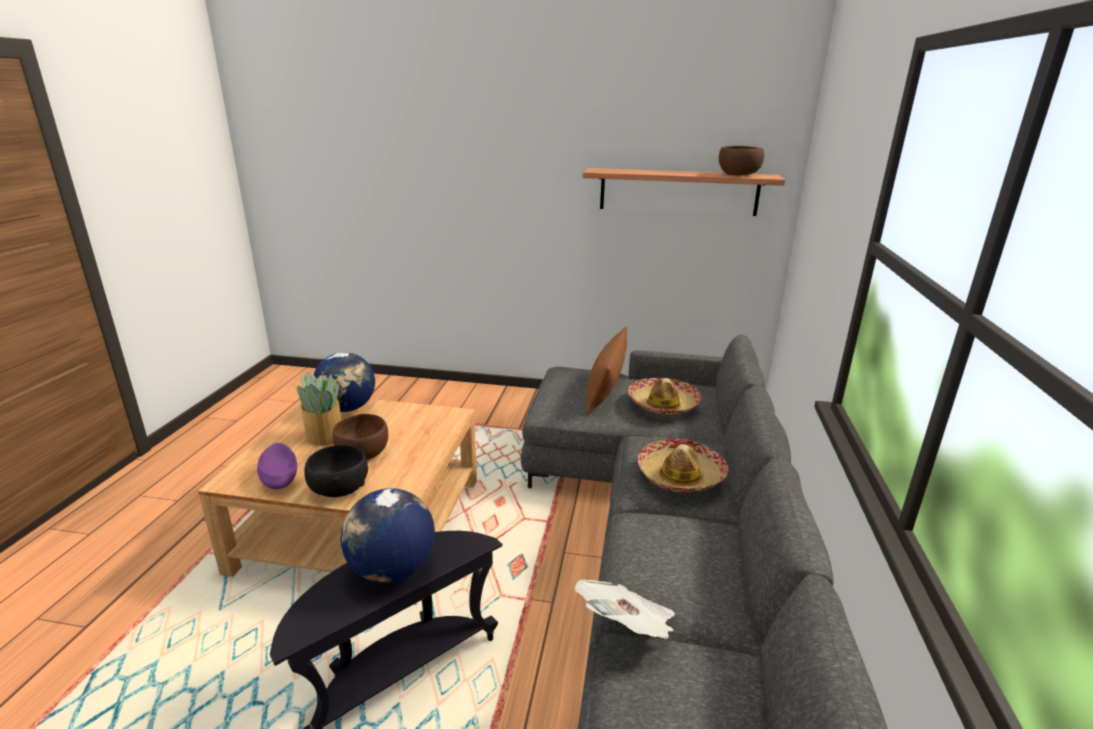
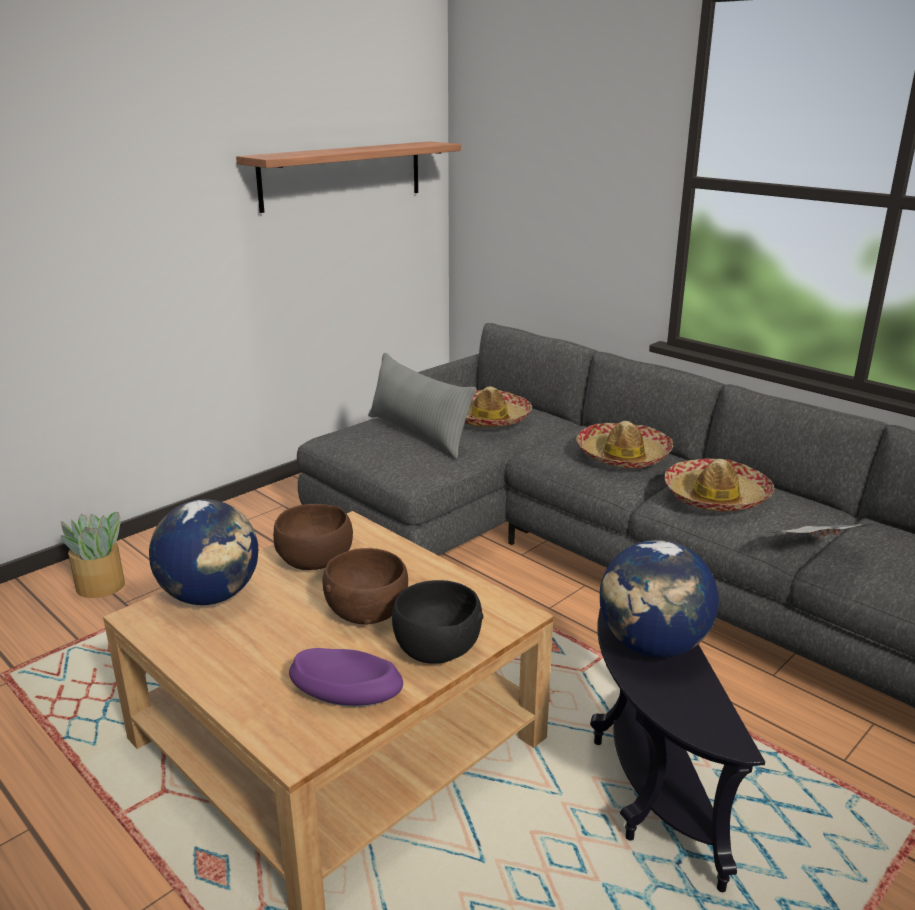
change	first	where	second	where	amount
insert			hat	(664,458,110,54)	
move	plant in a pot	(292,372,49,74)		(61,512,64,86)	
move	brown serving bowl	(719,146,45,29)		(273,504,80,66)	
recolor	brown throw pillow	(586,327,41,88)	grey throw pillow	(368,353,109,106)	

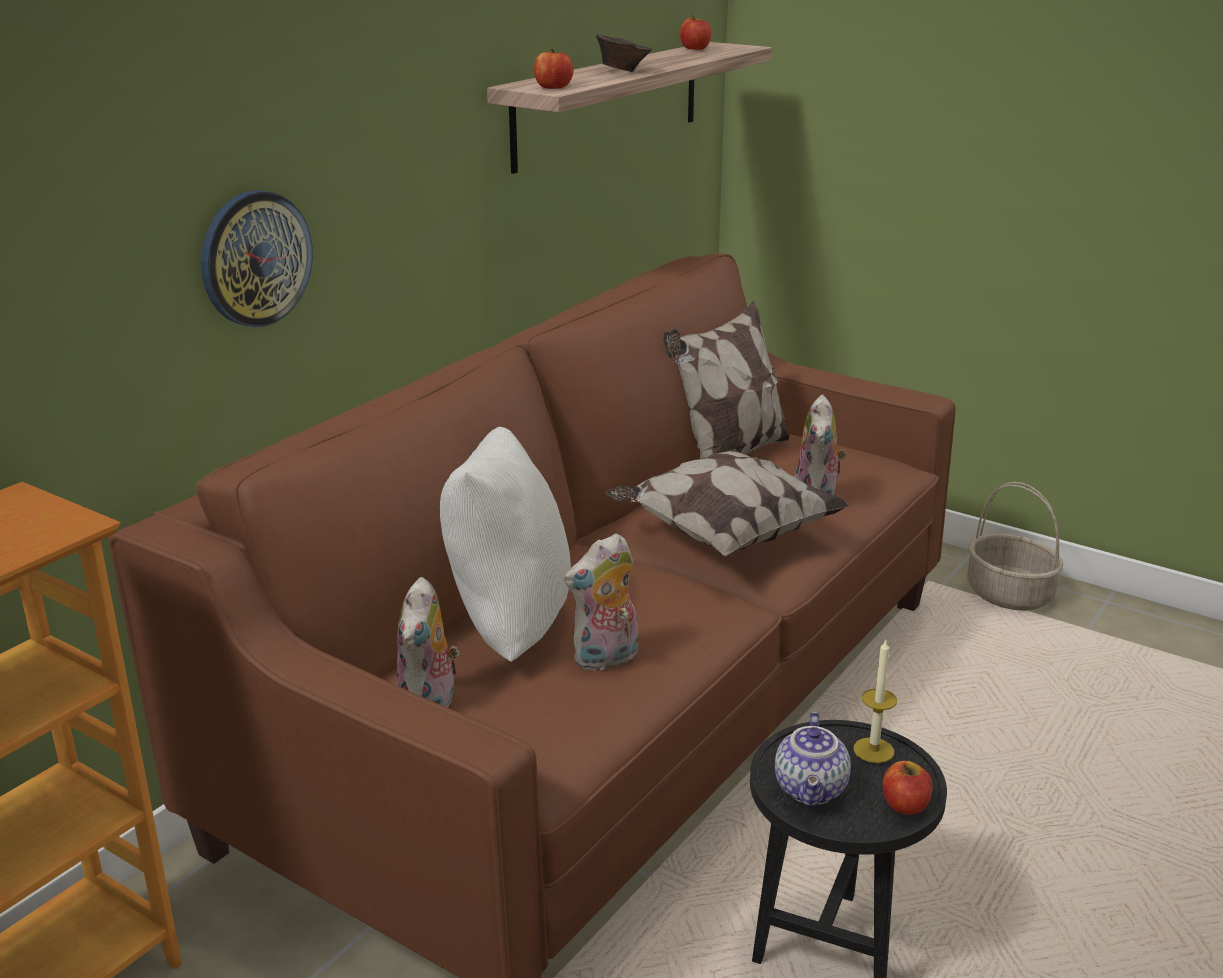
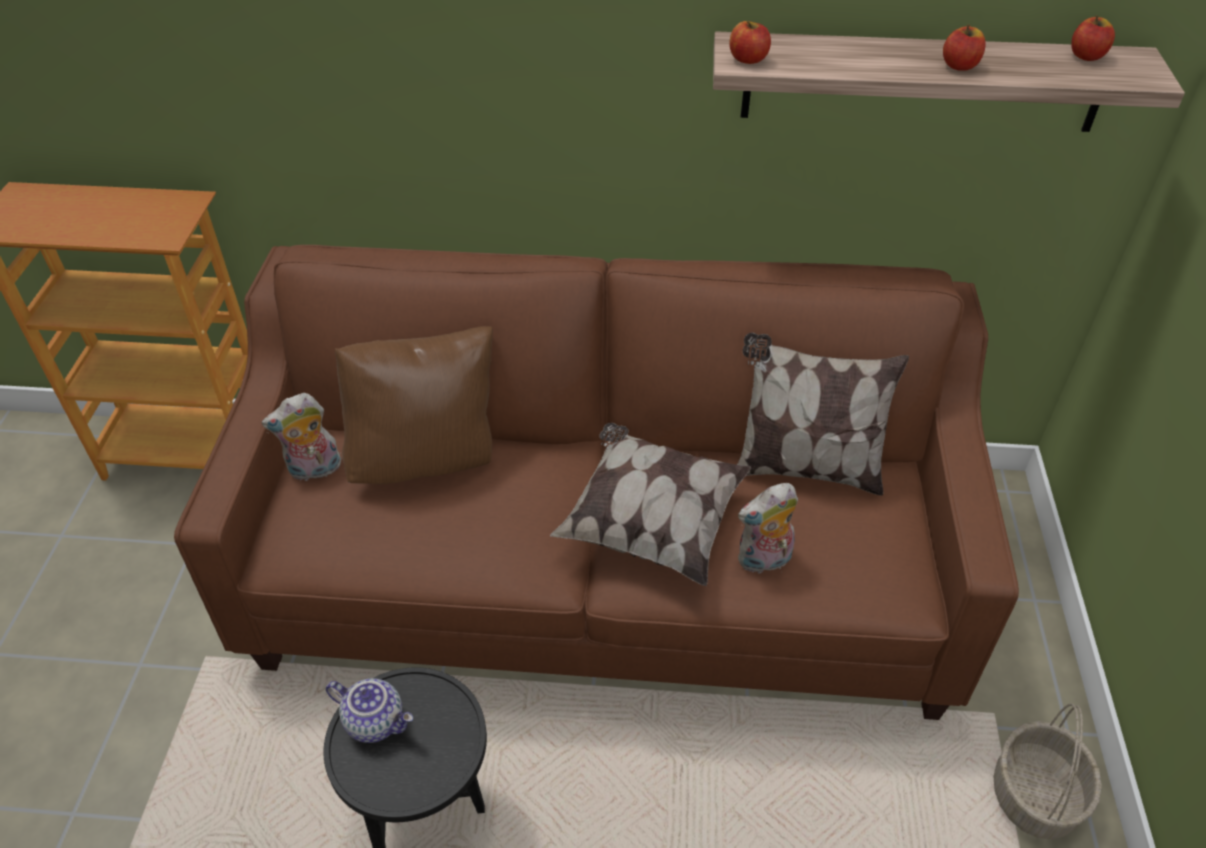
change	first	where	second	where	amount
delete	hanging clock	(201,190,112,137)			
delete	plush toy	(564,533,74,139)			
delete	brown serving bowl	(596,35,56,37)			
delete	wax candle	(854,640,43,123)			
move	whole apple	(883,761,50,54)		(943,24,43,47)	
recolor	white-coloured throw pillow	(440,427,131,235)	brown throw pillow	(335,326,158,158)	
rotate	pot for tea	(775,711,76,96)		(326,678,87,65)	135 degrees counterclockwise

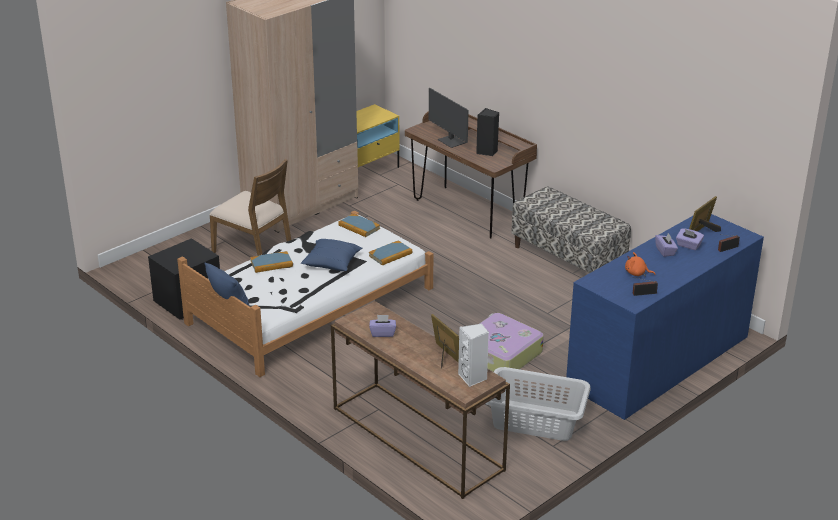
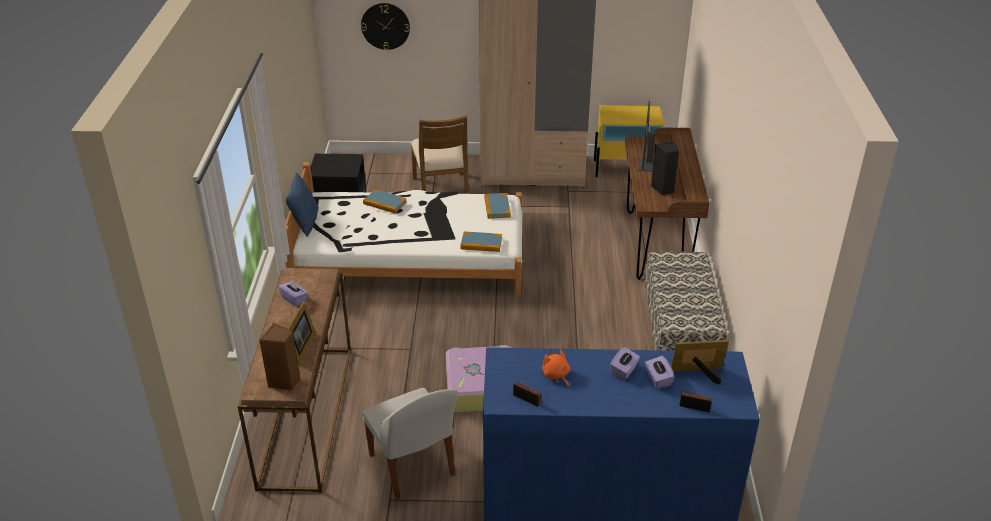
change	first	where	second	where	amount
delete	bluish throw pillow	(301,239,61,32)			
insert			hanging clock	(361,3,49,47)	
replace	grey laundry basket	(485,367,106,74)	white-coloured plain chair	(362,388,96,112)	
recolor	white-coloured loudspeaker	(458,323,31,64)	brown loudspeaker	(259,323,42,67)	

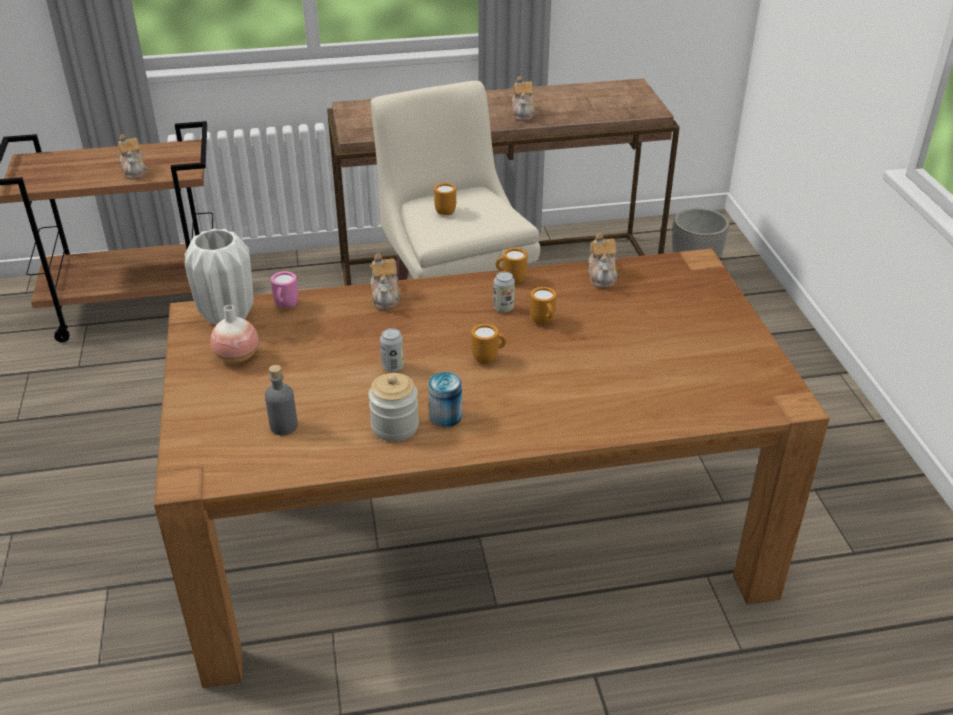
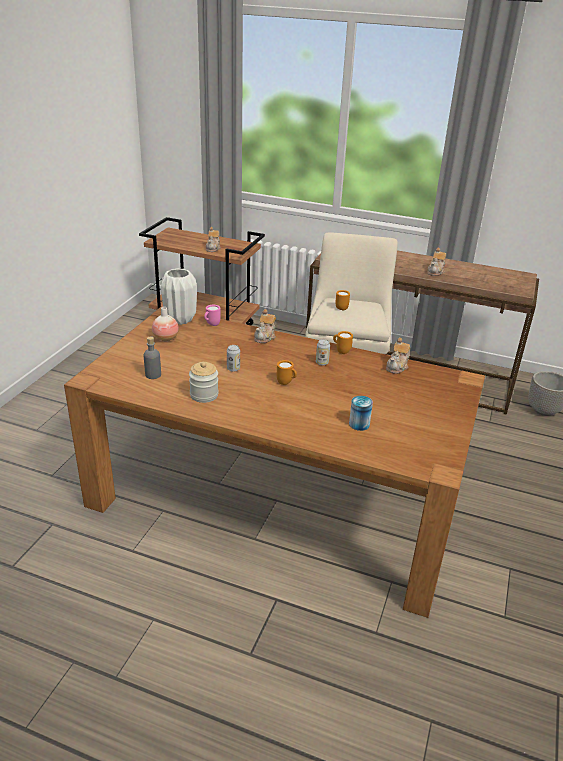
change	first	where	second	where	amount
delete	orangey coffee mug	(530,287,26,37)			
move	metal can	(428,372,34,55)		(349,396,24,35)	

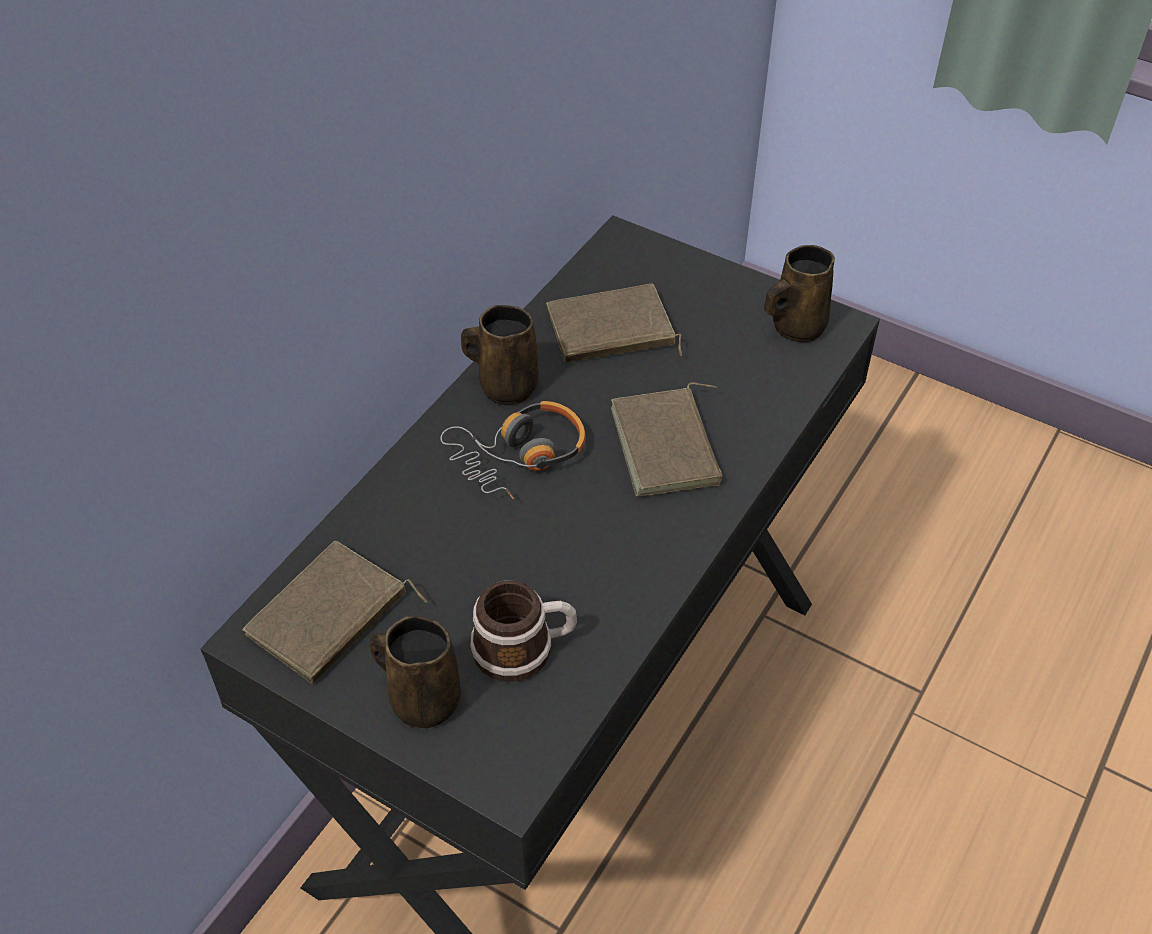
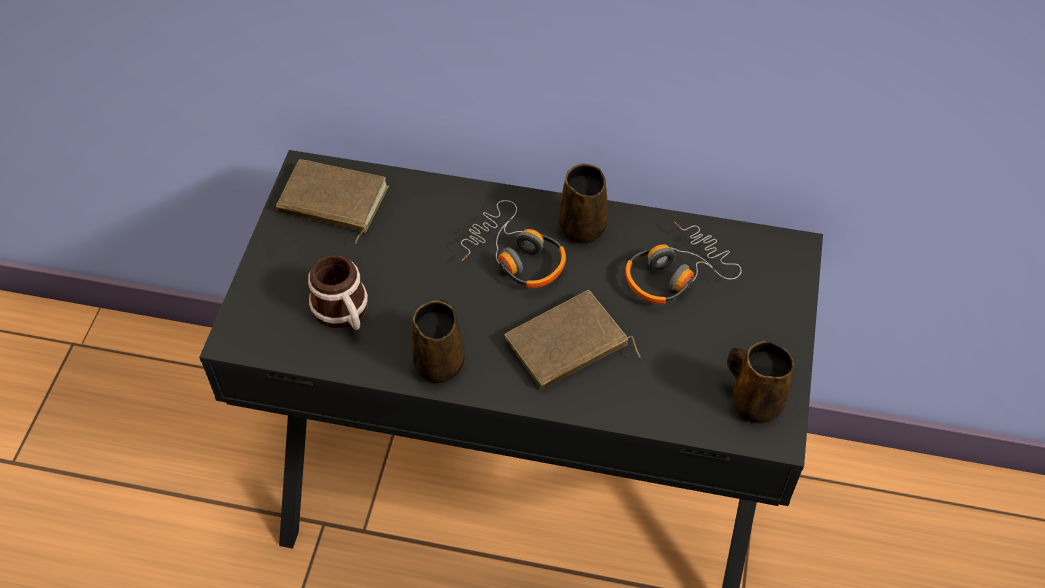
change	first	where	second	where	amount
move	brown coffee mug	(369,615,92,113)		(412,300,53,84)	
replace	brown book	(546,284,136,79)	headphones	(625,221,117,83)	

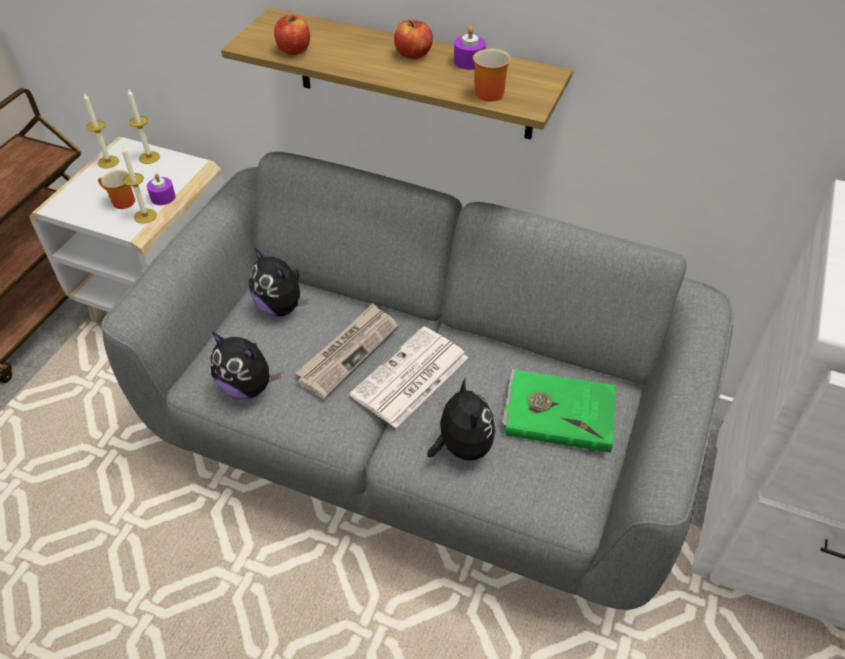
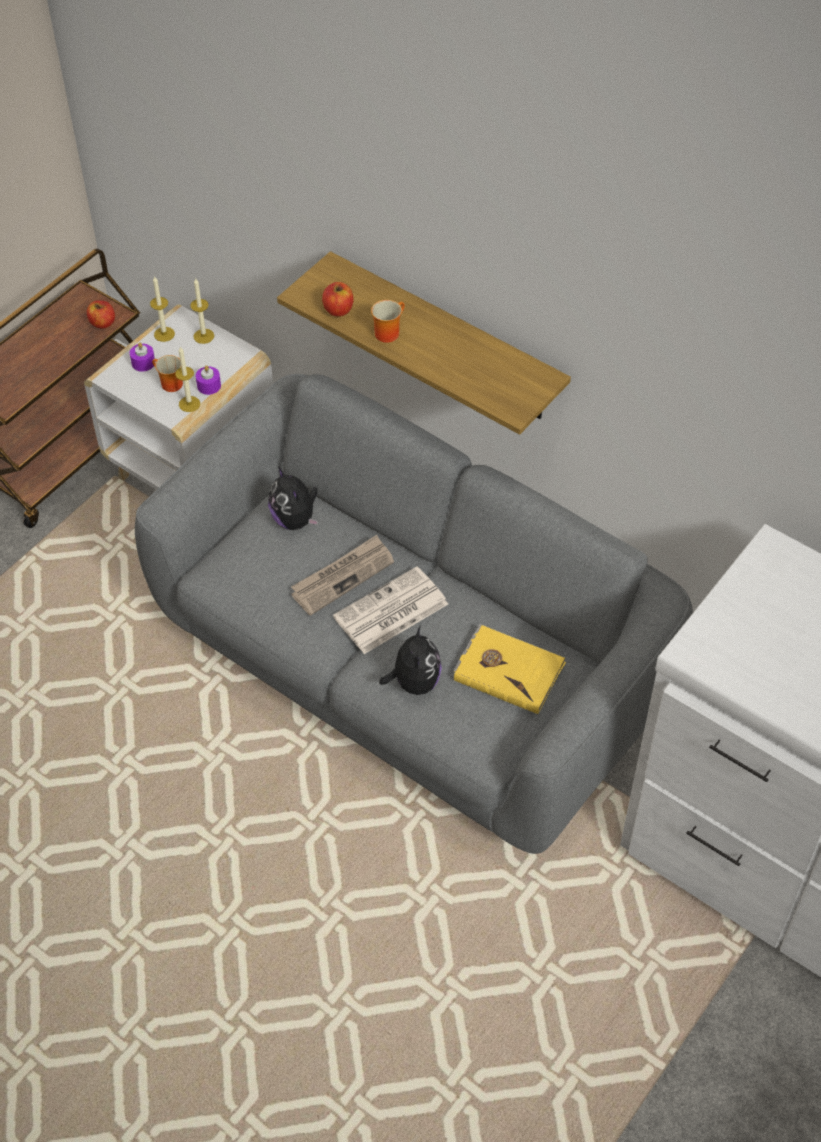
change	first	where	second	where	amount
delete	plush toy	(211,332,70,67)			
move	whole apple	(394,20,39,39)		(87,300,28,29)	
move	purple-coloured wax candle	(454,26,32,44)		(130,343,25,29)	
move	coffee mug	(473,49,38,53)		(371,300,34,43)	
recolor	greenish book	(502,369,114,83)	yellowish book	(454,624,112,90)	

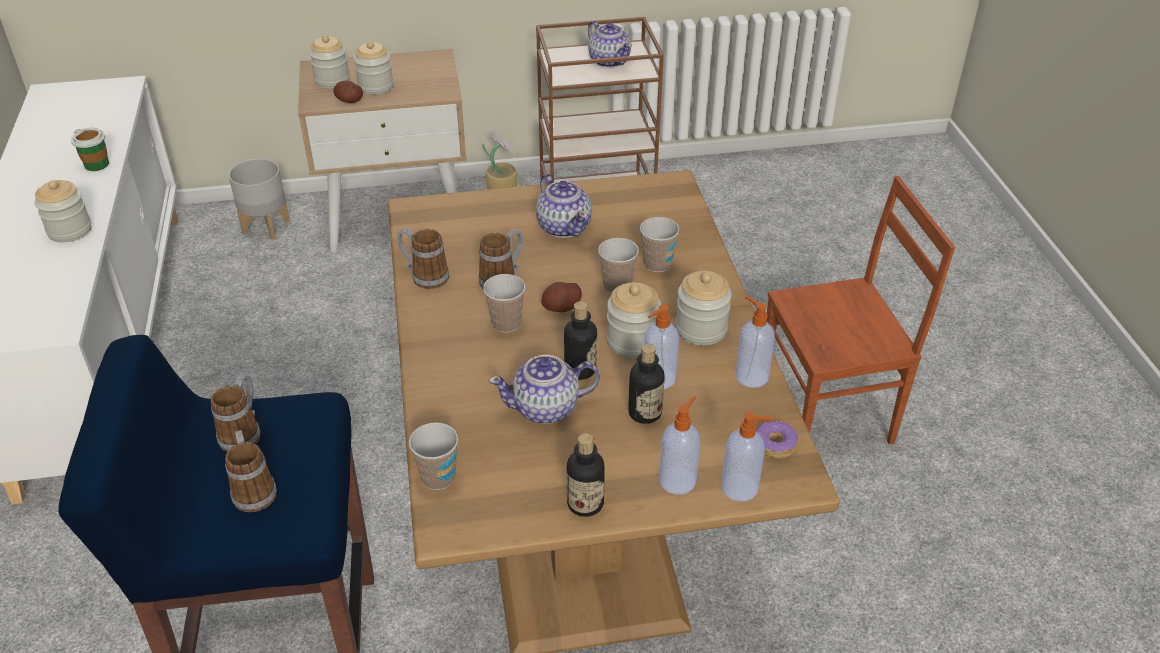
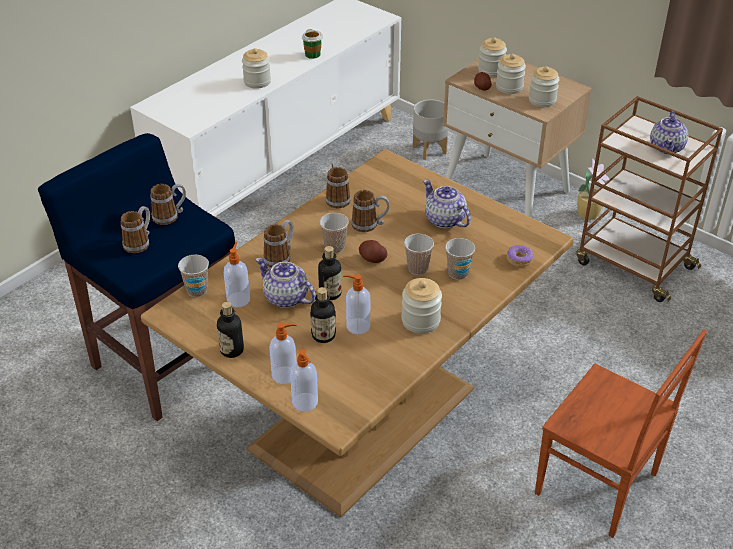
change	first	where	second	where	amount
insert			coffee mug	(263,220,31,47)	
move	jar	(607,282,54,76)		(529,66,31,41)	
move	soap bottle	(735,296,40,92)		(224,242,26,65)	
move	doughnut	(756,420,42,38)		(507,245,27,22)	
rotate	pot for tea	(536,174,56,64)		(423,180,48,48)	120 degrees clockwise

